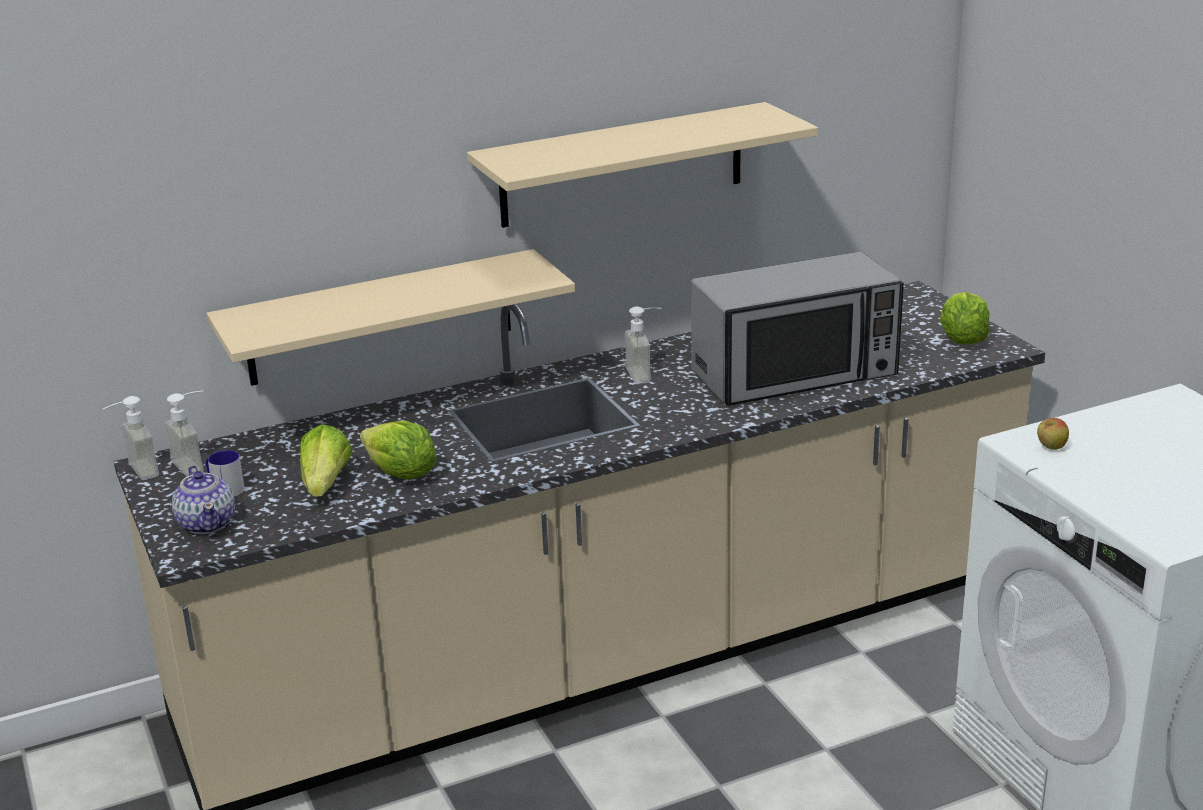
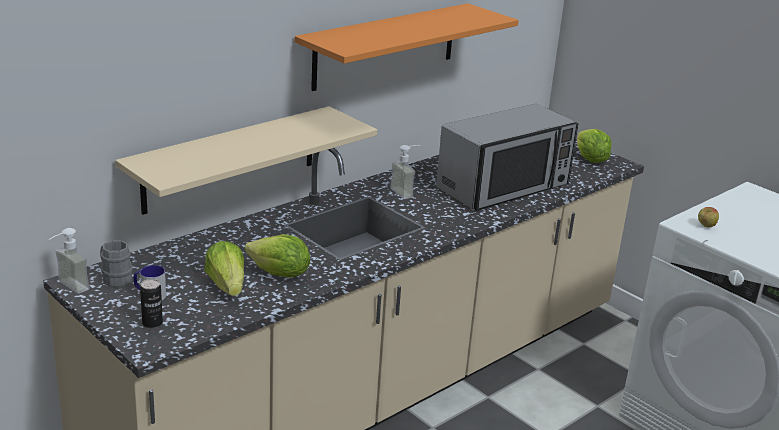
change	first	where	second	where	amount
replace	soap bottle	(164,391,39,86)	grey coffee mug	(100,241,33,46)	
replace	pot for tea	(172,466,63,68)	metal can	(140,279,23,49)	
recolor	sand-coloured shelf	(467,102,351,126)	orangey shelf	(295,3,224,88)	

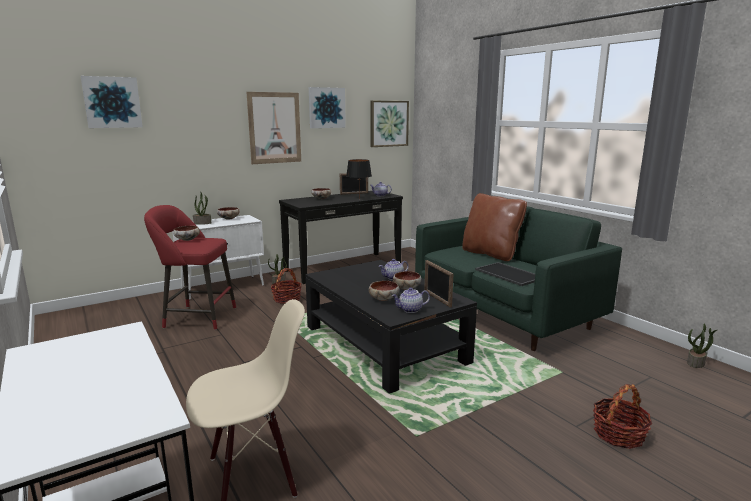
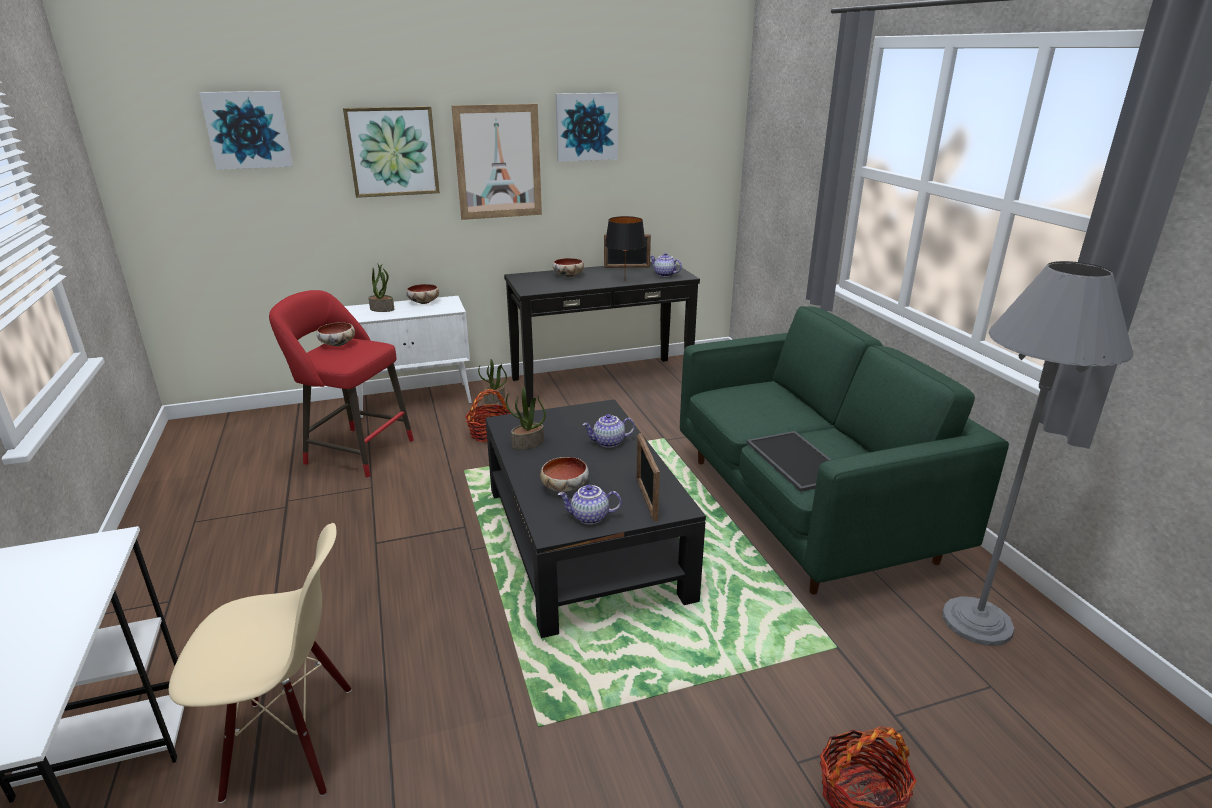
change	first	where	second	where	amount
delete	serving bowl	(393,271,29,19)			
delete	brown throw pillow	(462,193,65,68)			
insert			grey standing lamp	(942,261,192,385)	
move	wall art	(370,101,39,46)		(343,106,97,92)	
move	plant in a pot	(687,324,30,44)		(506,387,40,63)	

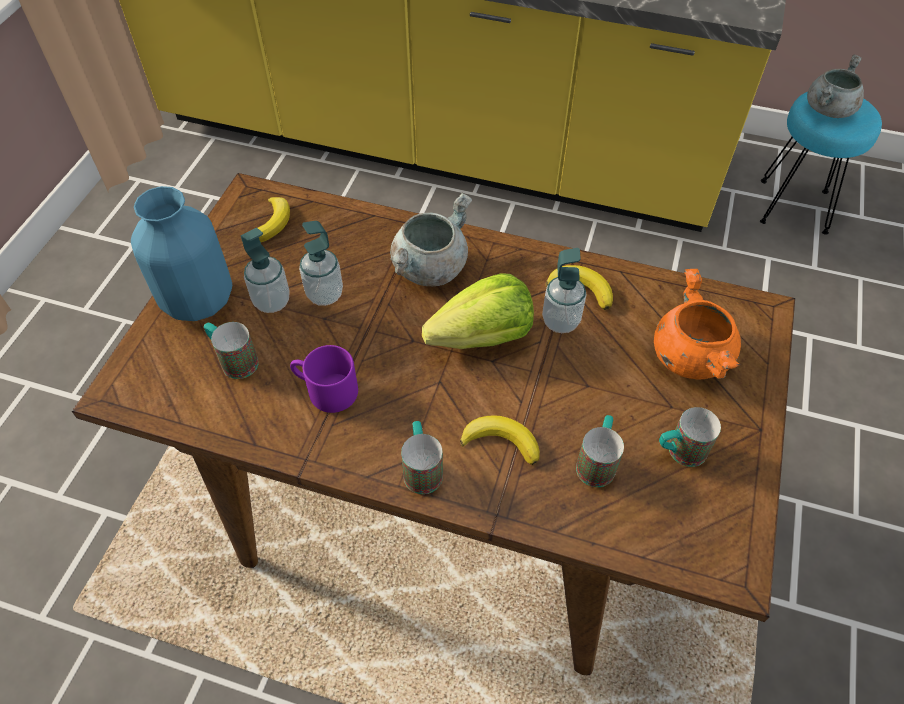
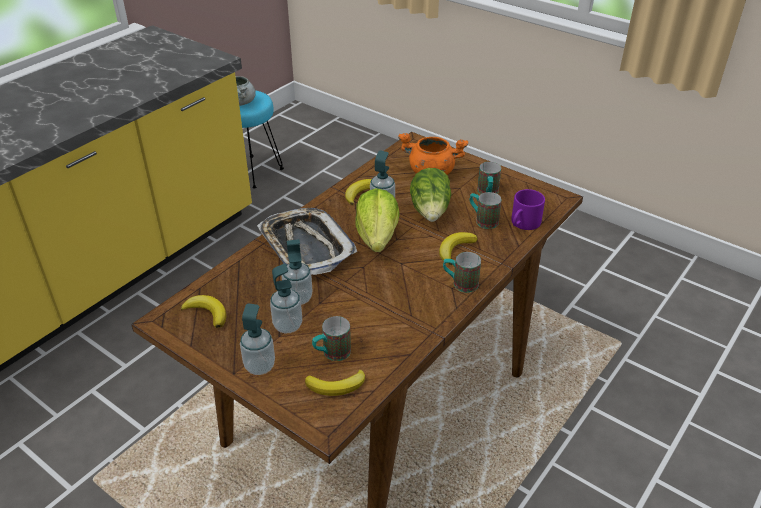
change	first	where	second	where	amount
insert			banana fruit	(305,370,60,26)	
insert			lettuce	(410,168,42,54)	
move	purple-coloured coffee mug	(290,345,68,68)		(511,189,34,41)	
replace	bluish flower vase	(131,186,101,135)	soap bottle	(240,303,35,72)	
replace	grey cooking pot	(390,193,82,93)	serving tray	(257,208,100,67)	

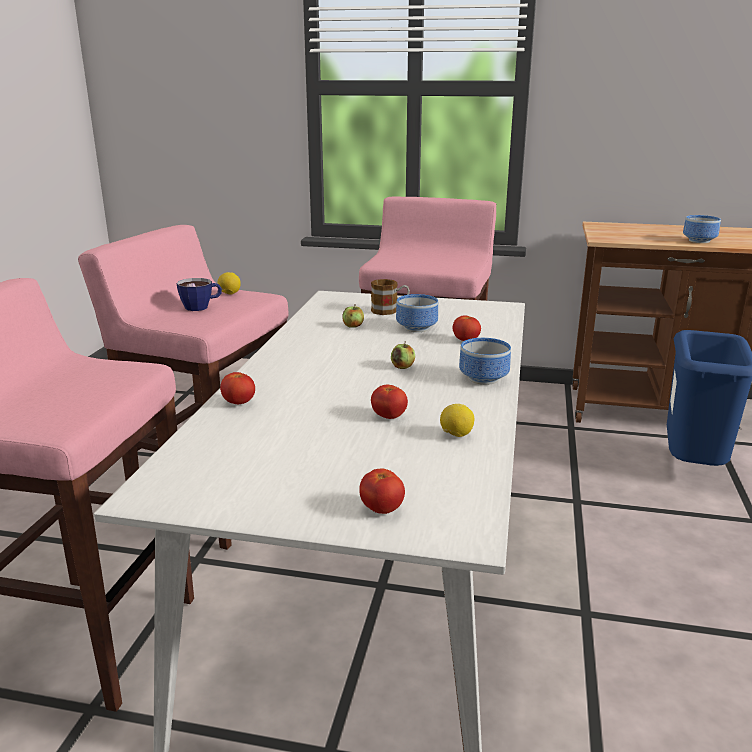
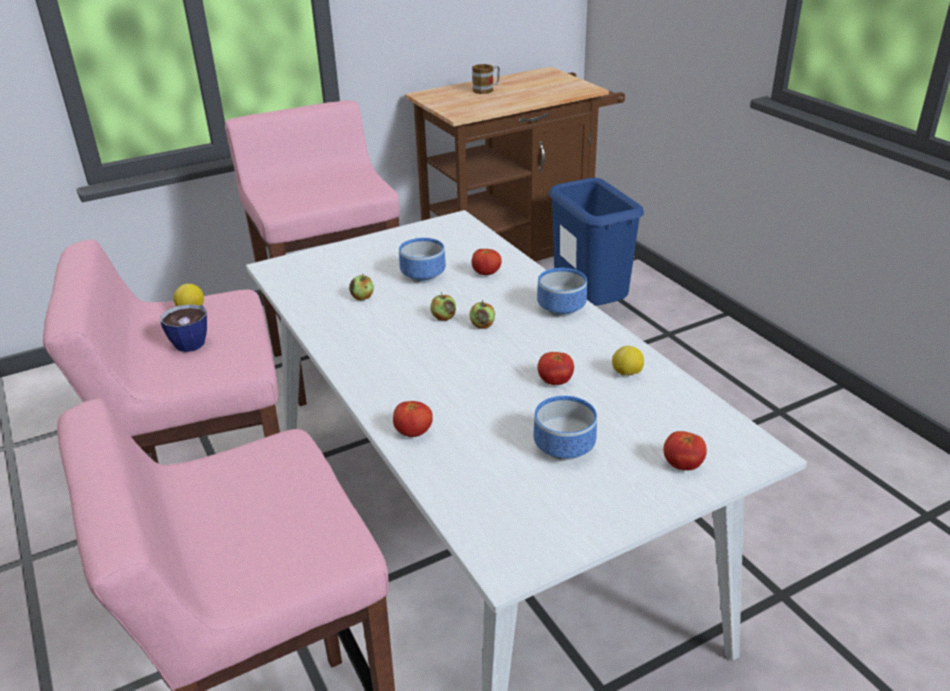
change	first	where	second	where	amount
insert			whole apple	(430,292,26,29)	
move	coffee mug	(371,279,39,36)		(472,64,28,30)	
move	serving bowl	(683,215,38,28)		(534,396,63,64)	

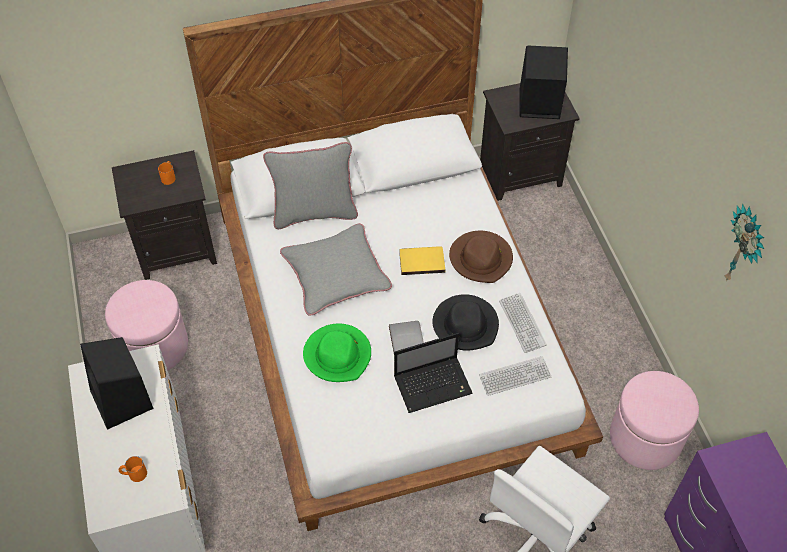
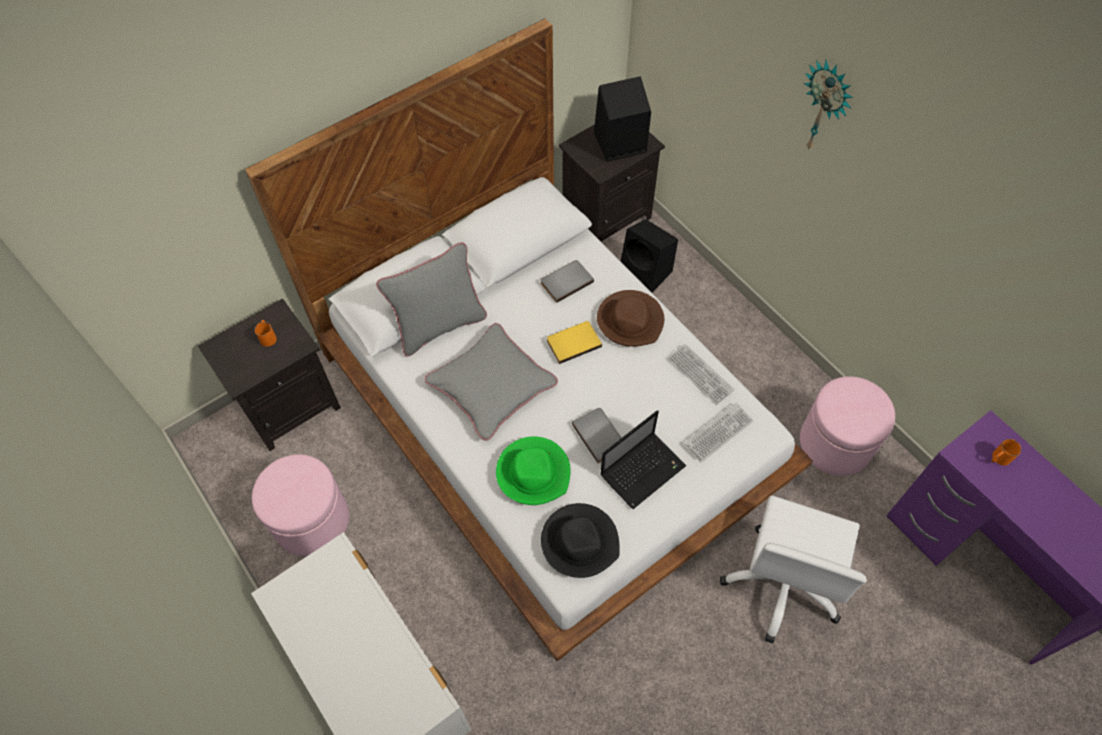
change	first	where	second	where	amount
insert			grey book	(541,260,53,43)	
move	blackish loudspeaker	(80,337,74,93)		(621,219,57,74)	
move	orangey coffee mug	(119,456,28,26)		(991,439,30,27)	
move	blackish hat	(433,294,66,57)		(541,503,79,75)	
move	hanging clock	(725,203,39,78)		(804,60,49,90)	

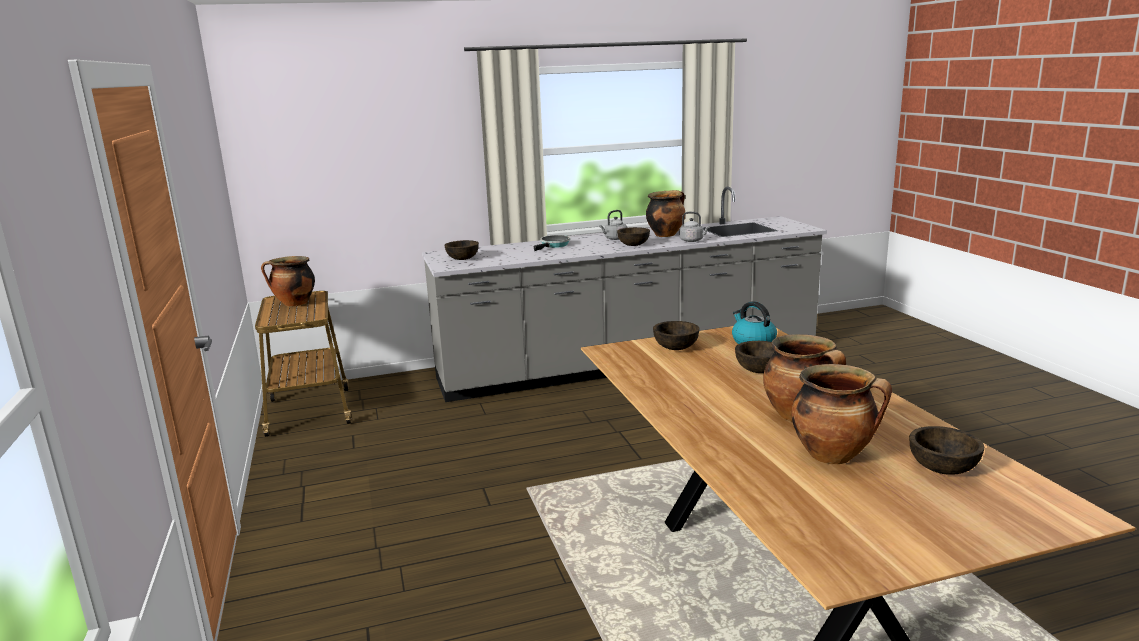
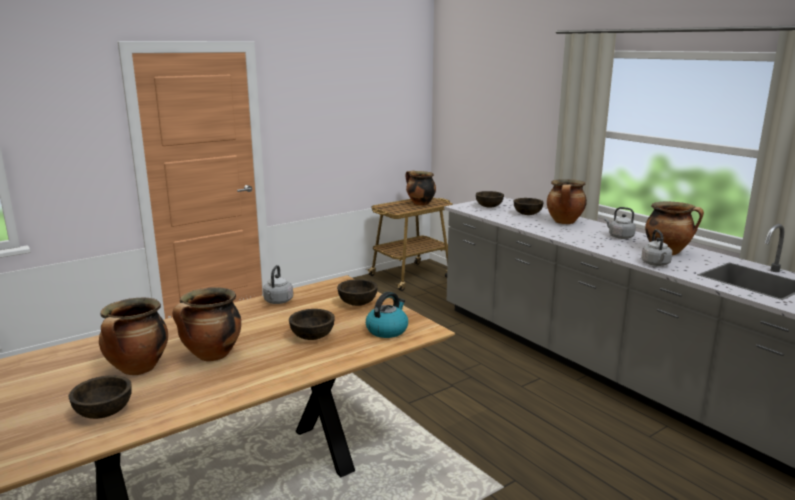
change	first	where	second	where	amount
insert			grey water kettle	(263,265,30,39)	
move	brown serving bowl	(617,227,33,19)		(514,198,30,17)	
replace	pan	(534,235,36,16)	cooking pot	(547,179,40,45)	

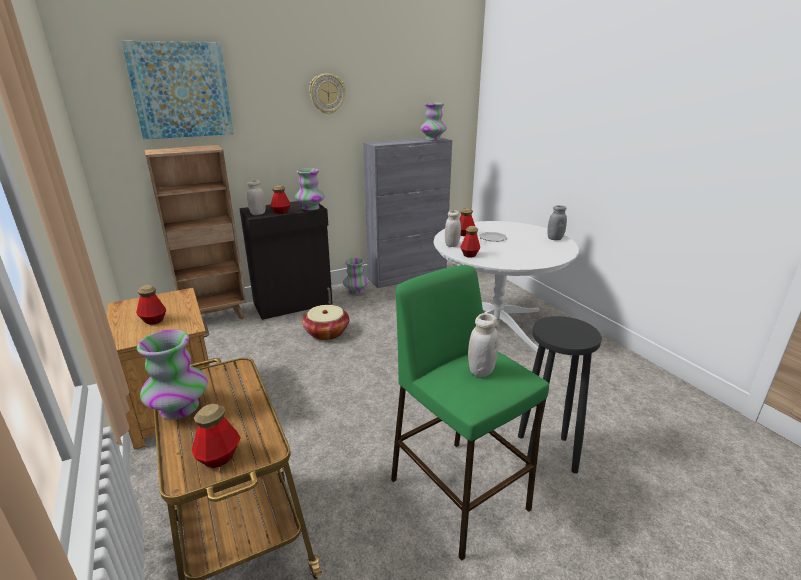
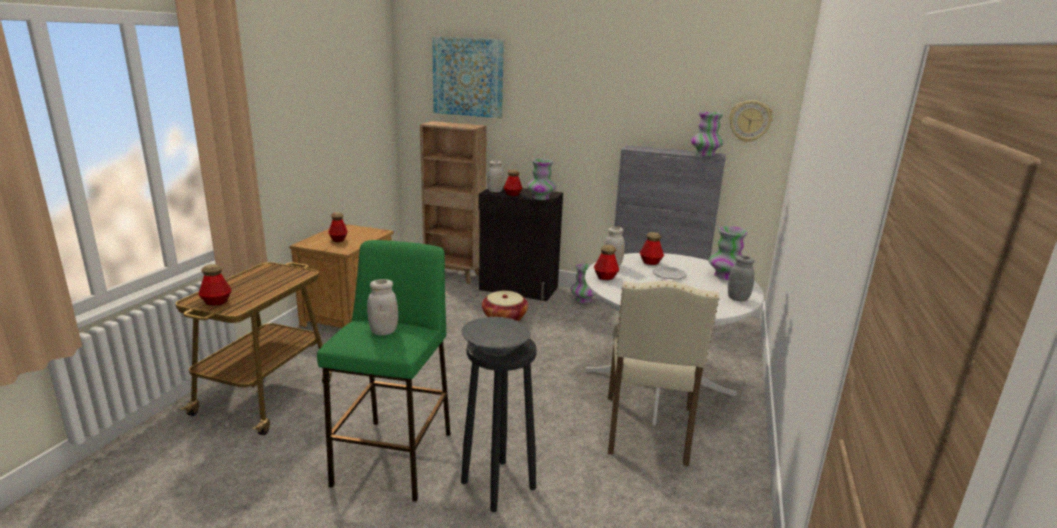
change	first	where	second	where	amount
insert			grey serving bowl	(461,317,70,39)	
insert			sand-coloured plain chair	(608,281,111,185)	
move	flower vase	(137,329,71,91)		(709,226,39,54)	
move	hanging clock	(309,73,36,41)		(729,100,44,42)	

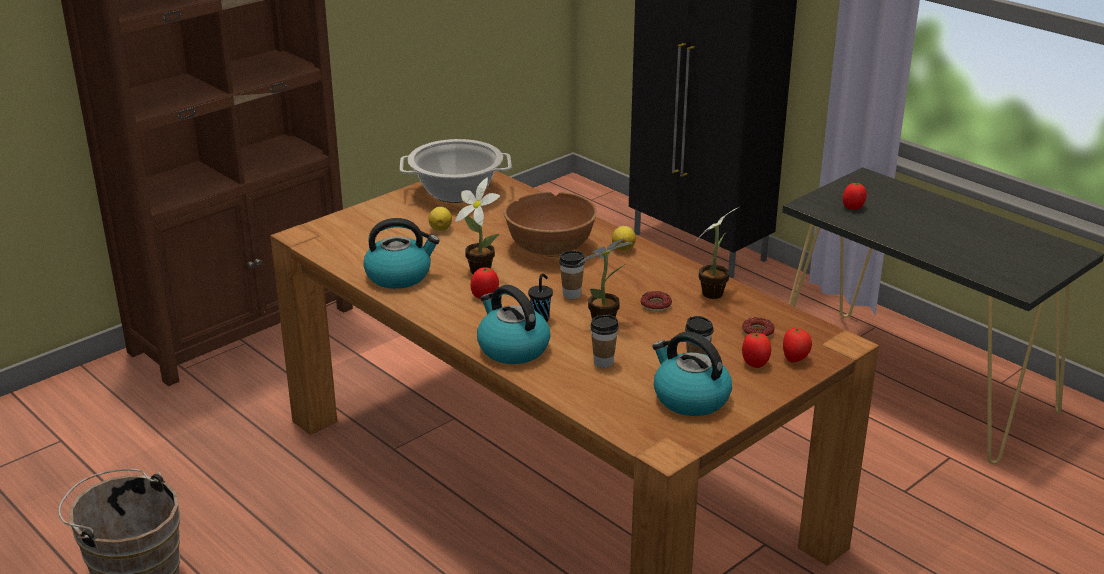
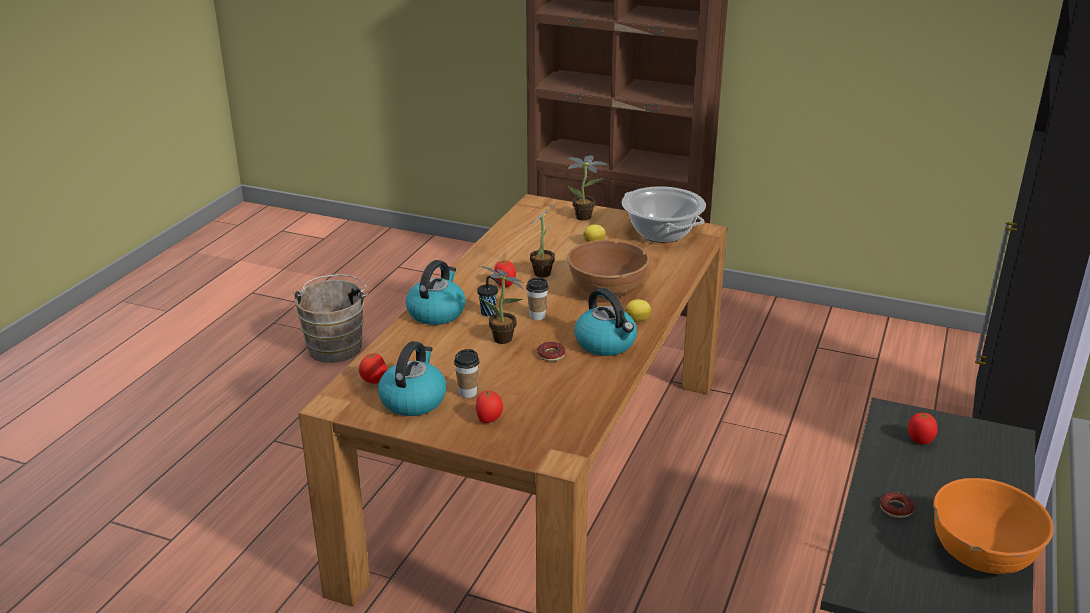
change	first	where	second	where	amount
delete	cup	(590,315,29,53)			
insert			orangey serving bowl	(933,478,121,96)	
move	water kettle	(363,218,77,71)		(574,288,63,68)	
move	plant in a pot	(695,207,44,92)		(567,155,41,66)	
move	doughnut	(742,317,32,21)		(880,492,35,26)	
move	whole tomato	(783,327,29,36)		(359,353,28,31)	

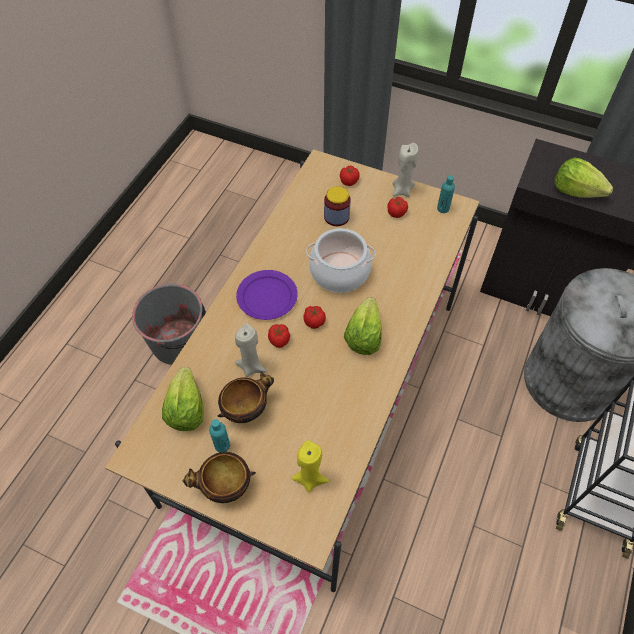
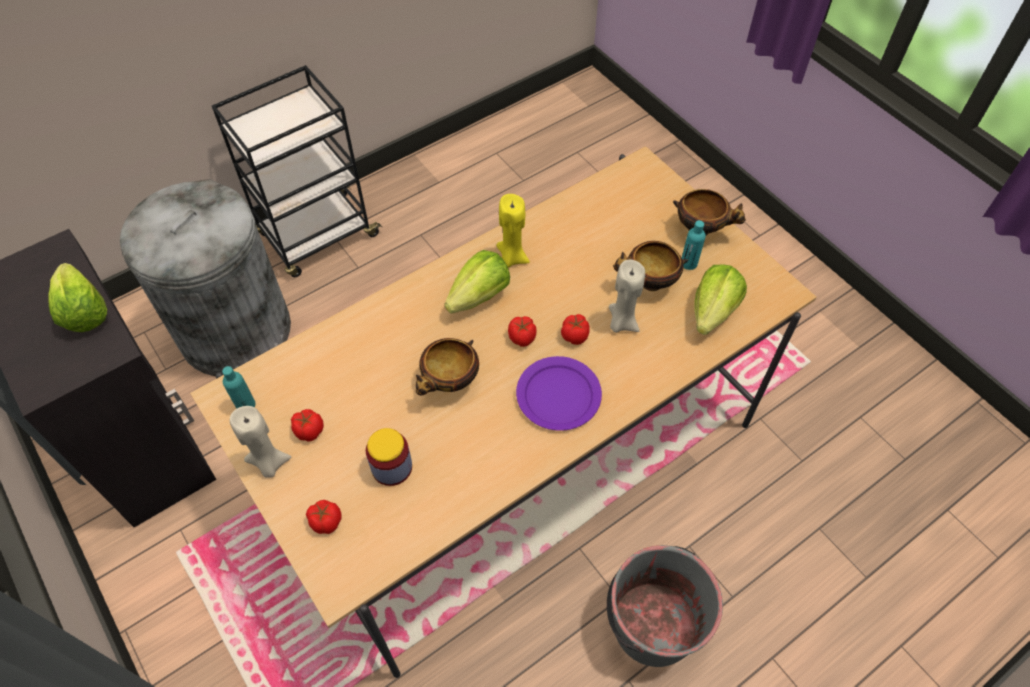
change	first	where	second	where	amount
move	yellowish wax candle	(291,441,38,51)		(496,194,34,74)	
replace	cooking pot	(306,228,69,65)	serving bowl	(416,338,63,58)	

